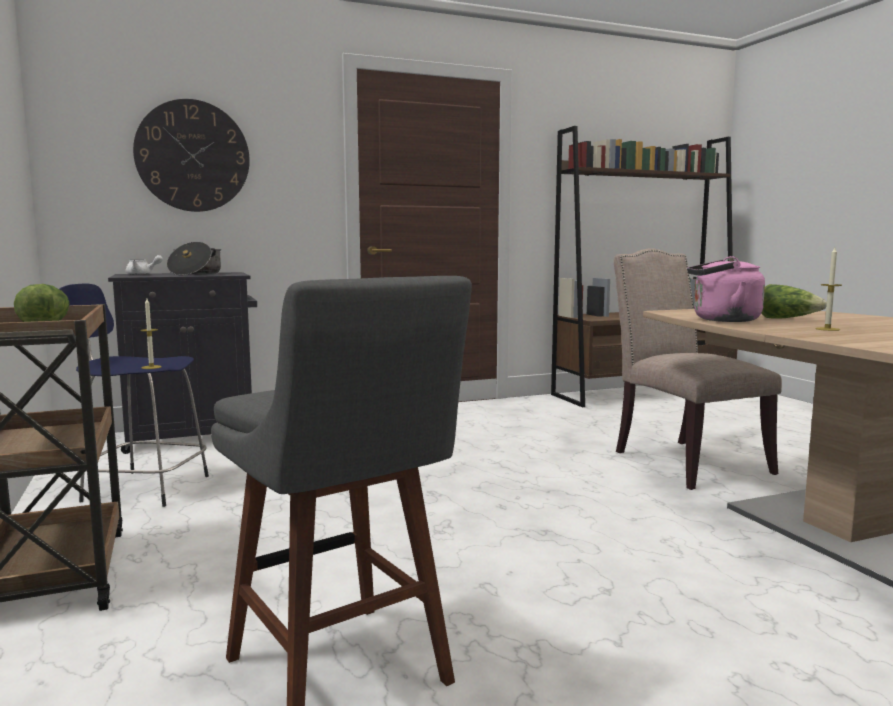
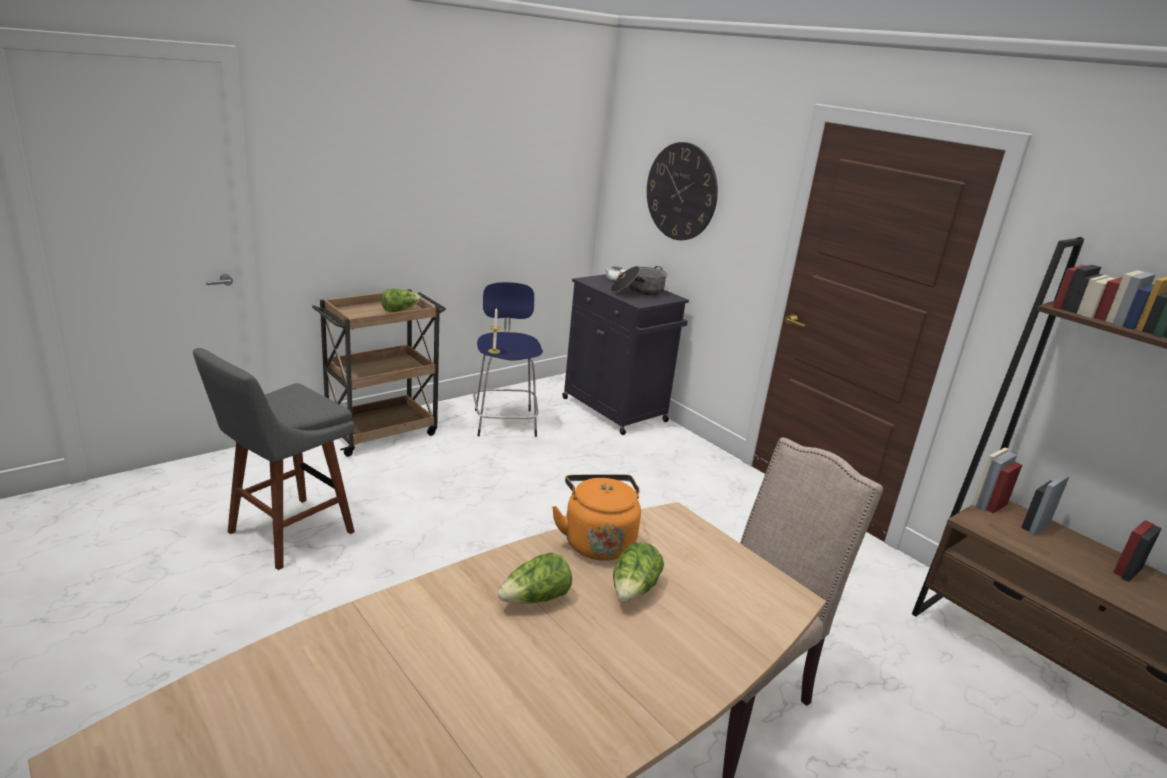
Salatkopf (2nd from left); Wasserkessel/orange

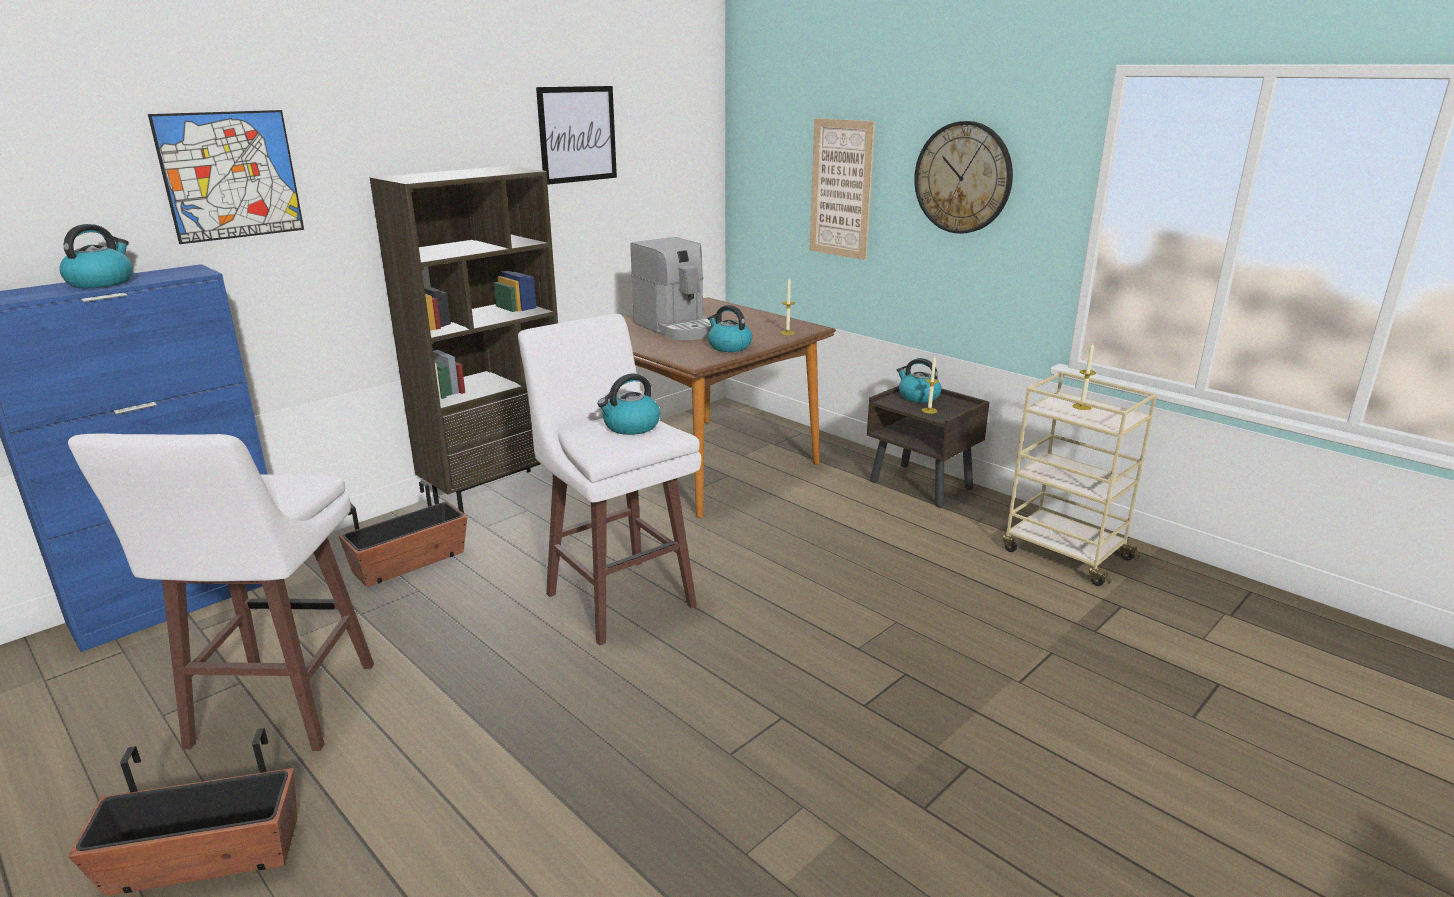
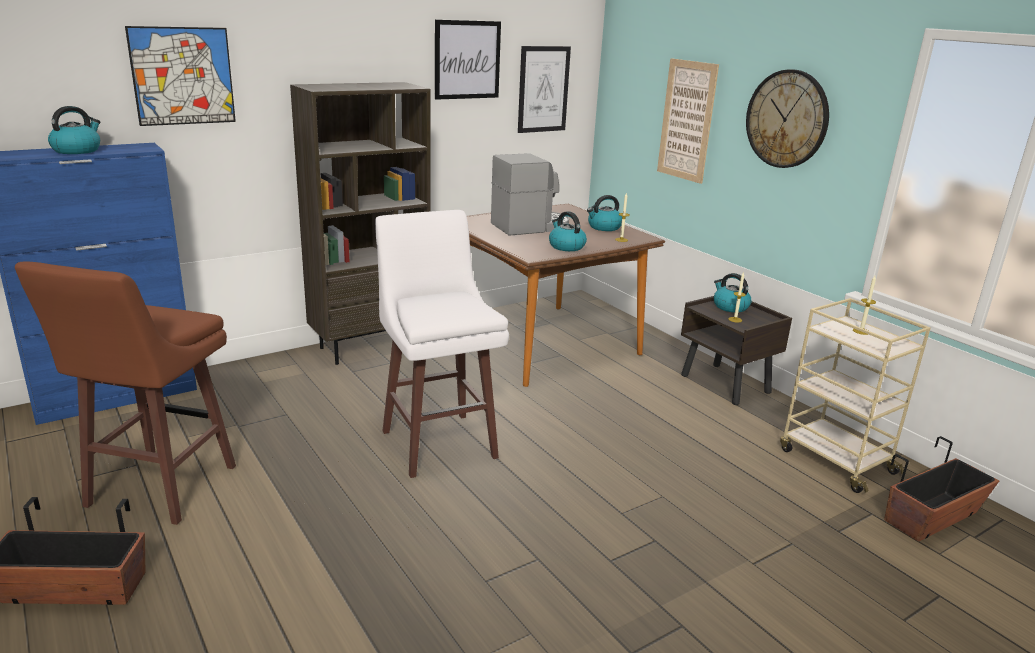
Kaffeemaschine; Wasserkessel (3rd from left); Hocker/braun; Pflanzkübel (2nd from left); Bild (3rd from left)

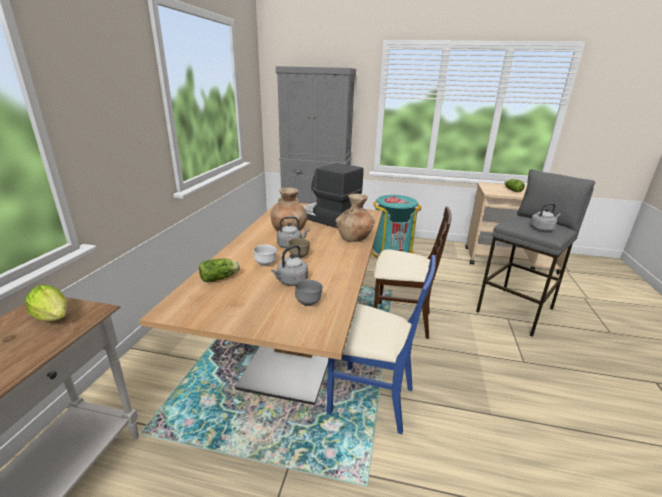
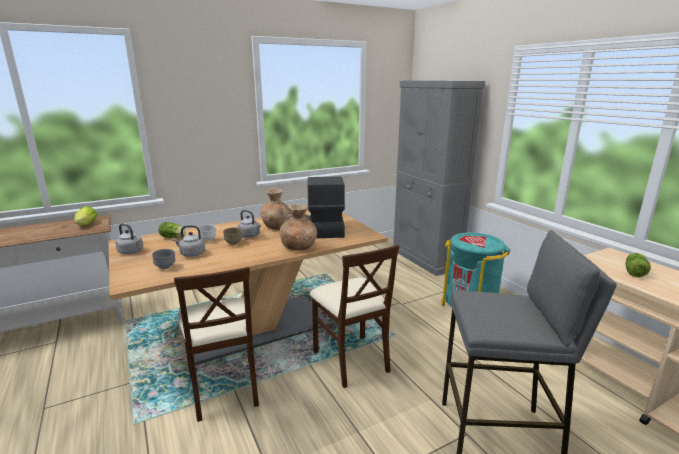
Wasserkessel/grau (1st from left); Stuhl/beige (1st from left)

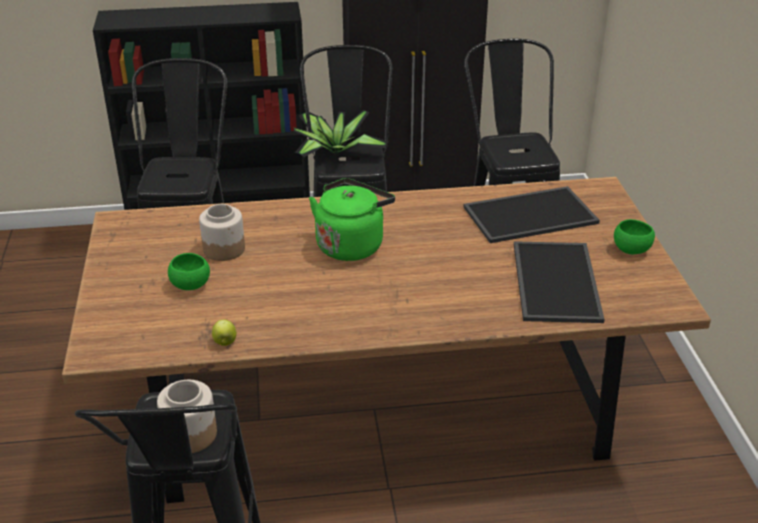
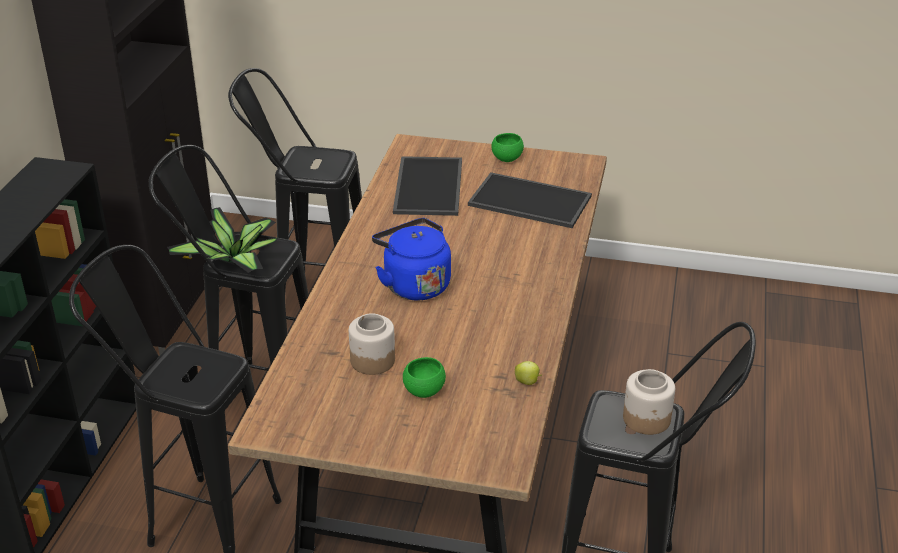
Wasserkessel/blau

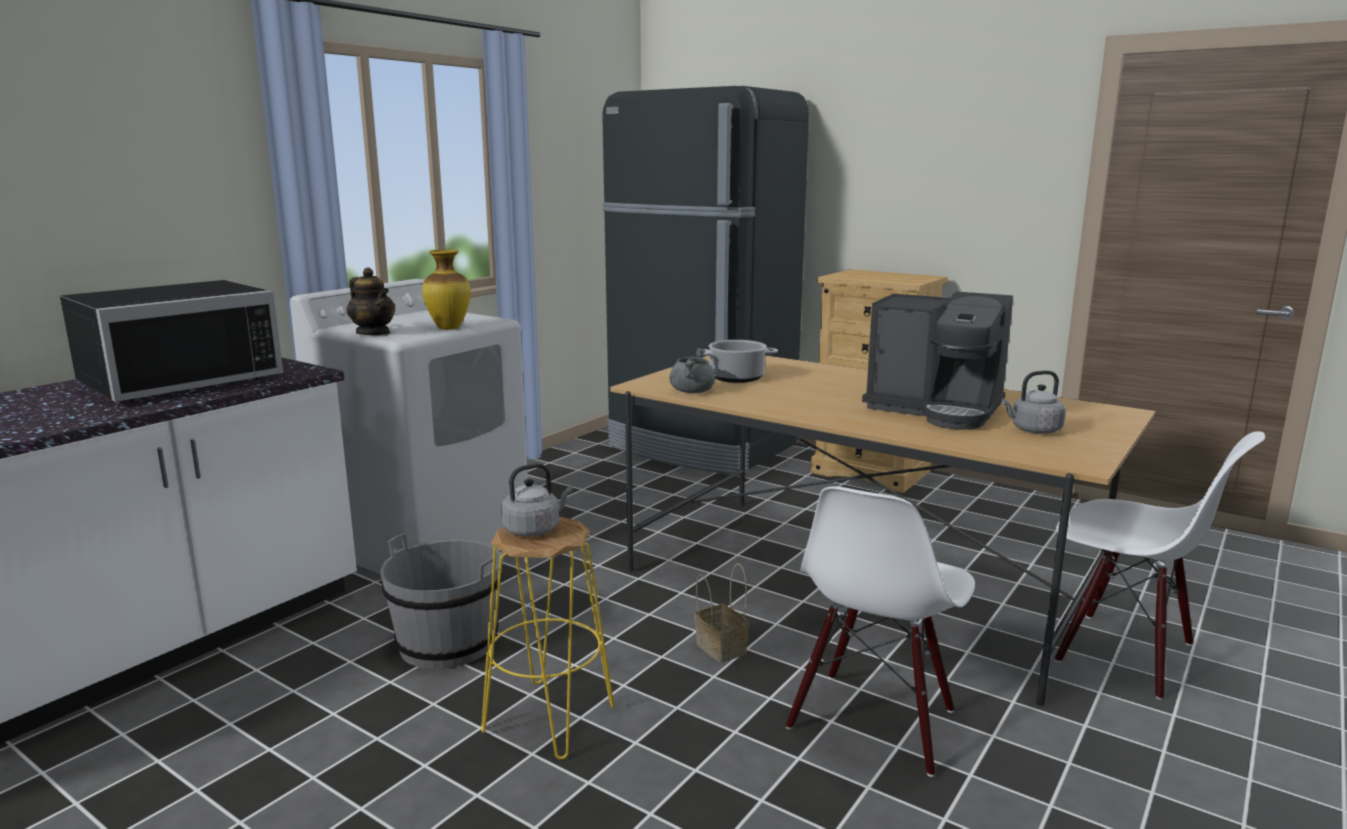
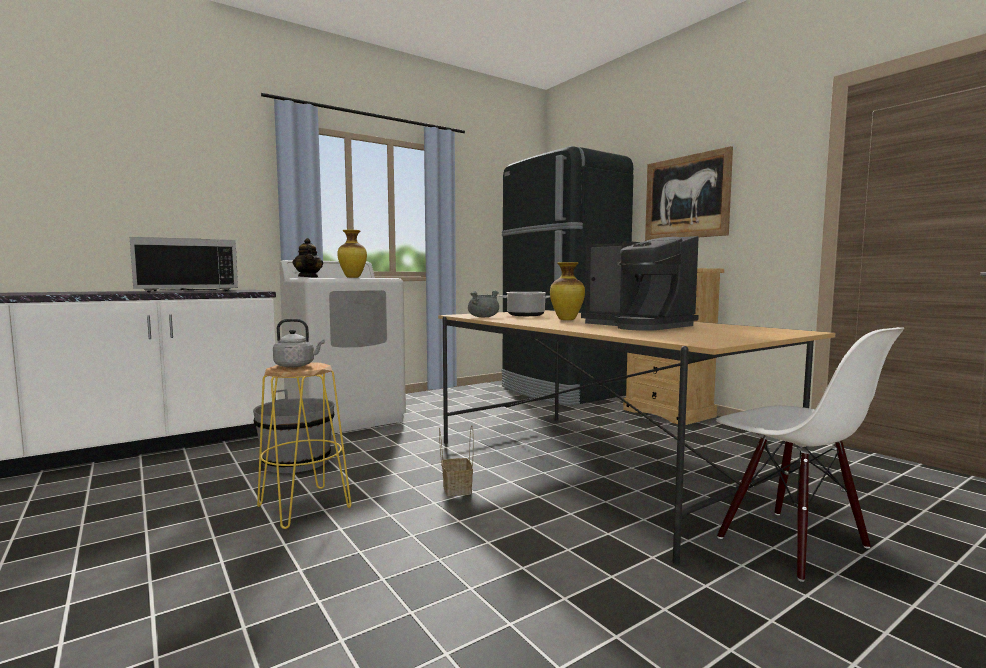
Wasserkessel/grau (2nd from left in the first image); Stuhl/weiß (1st from left in the first image); Bild; Vase (2nd from left)

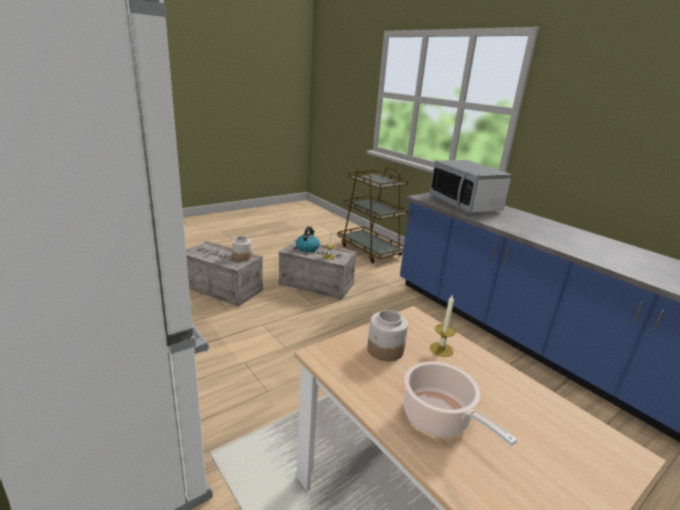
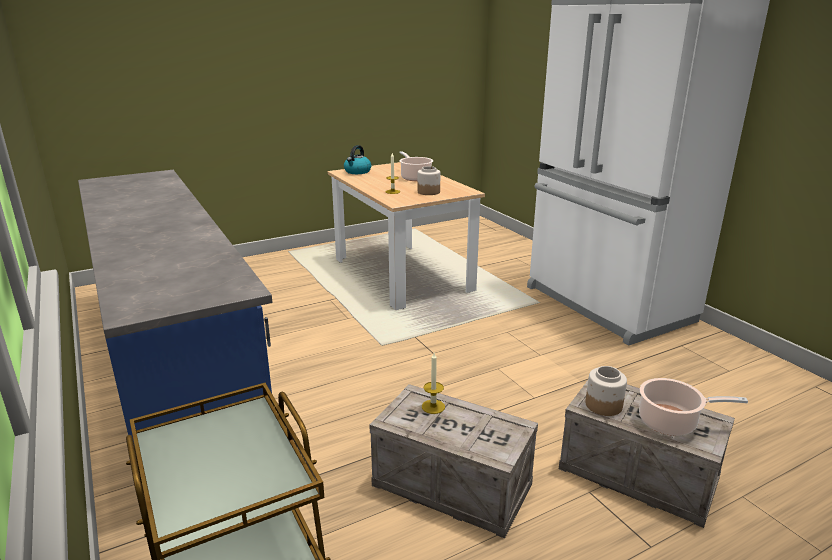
Mikrowelle; Wasserkessel; Kochtopf (2nd from left)

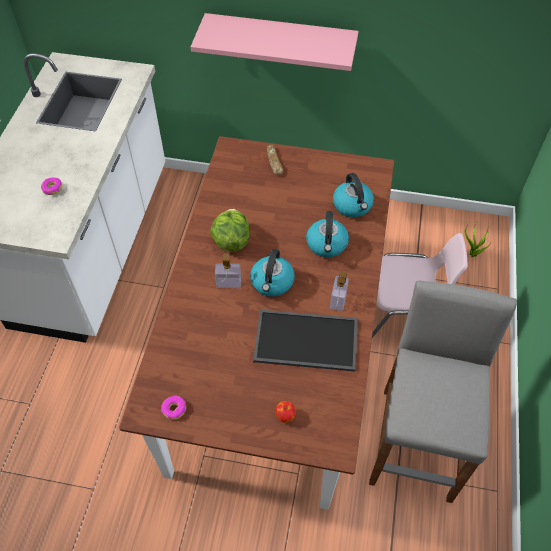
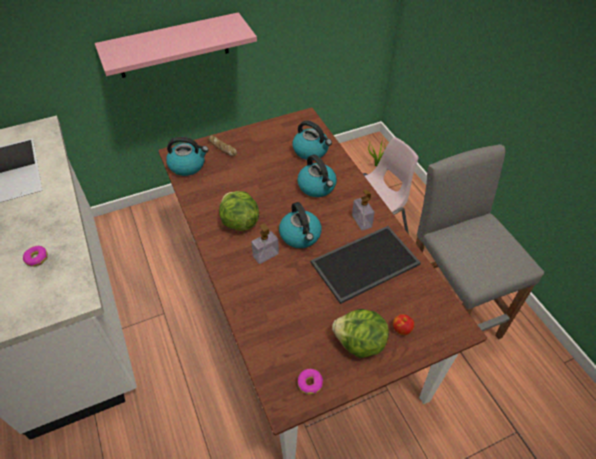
Wasserkessel (1st from left); Salatkopf (2nd from left)

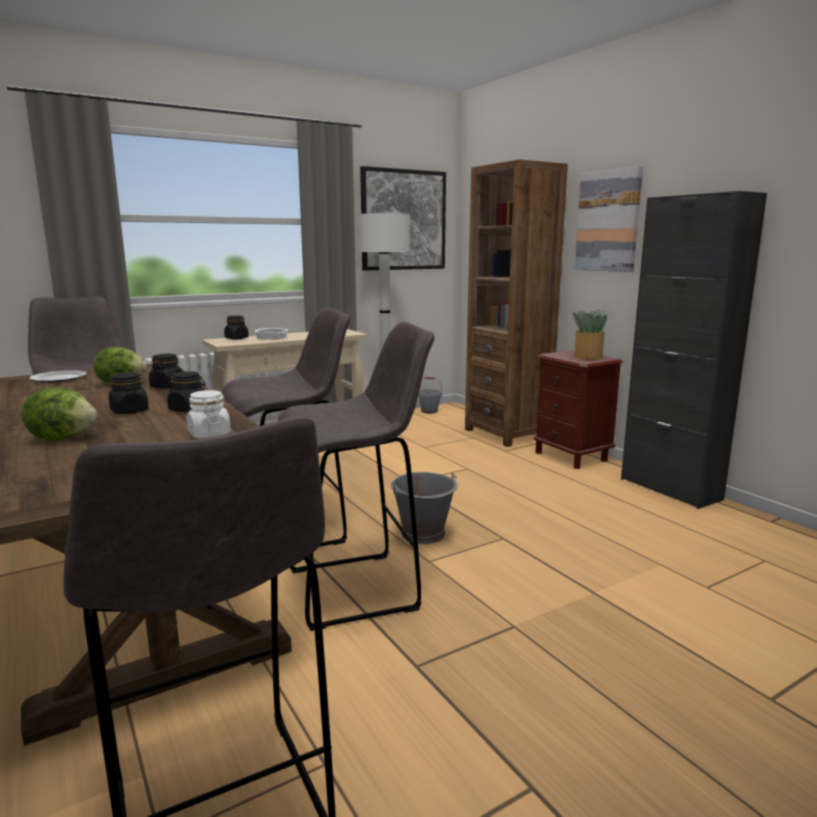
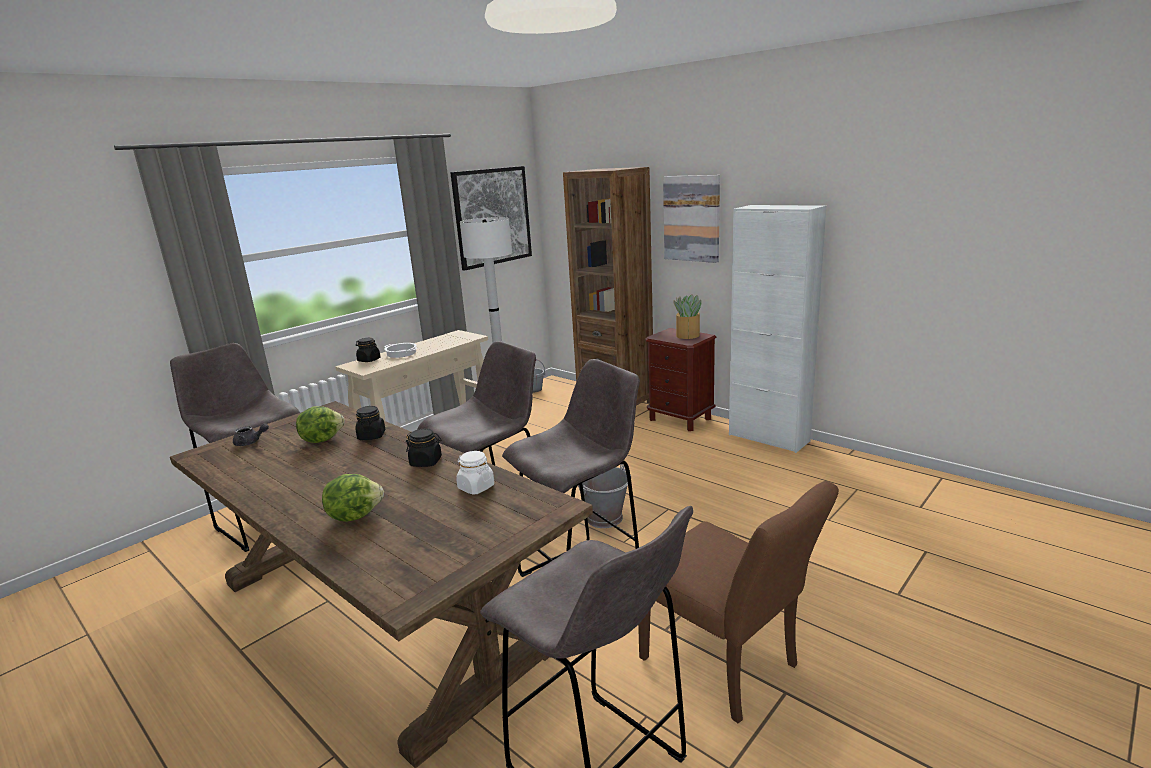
Schrank/weiß; Teekanne/grau; Vorratsglas/schwarz (1st from left in the first image); Stuhl/braun

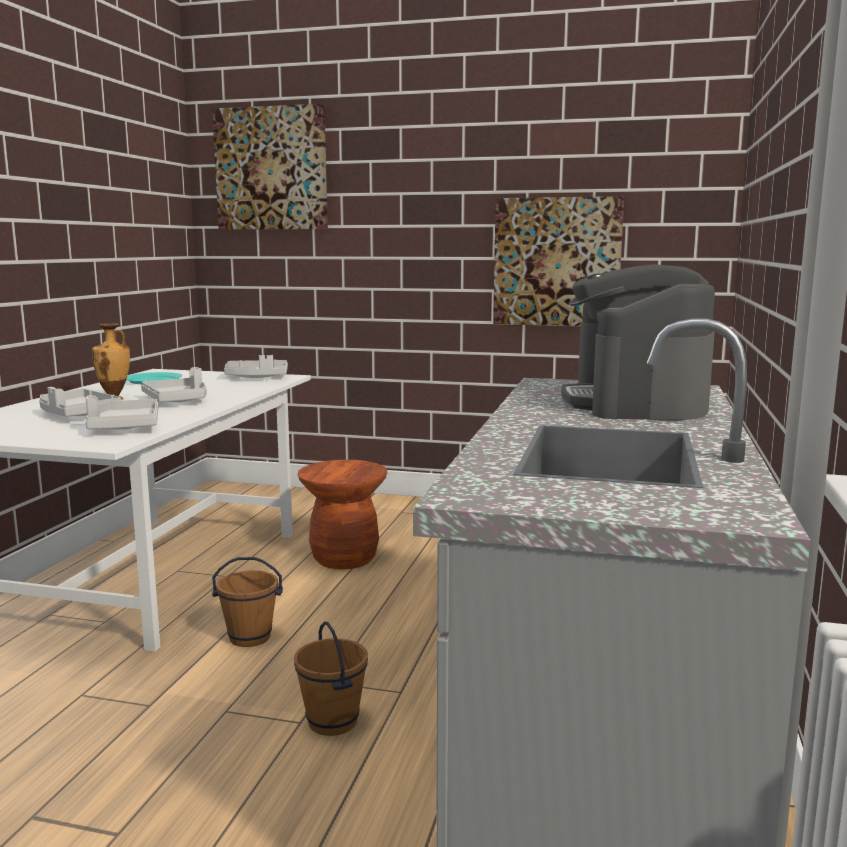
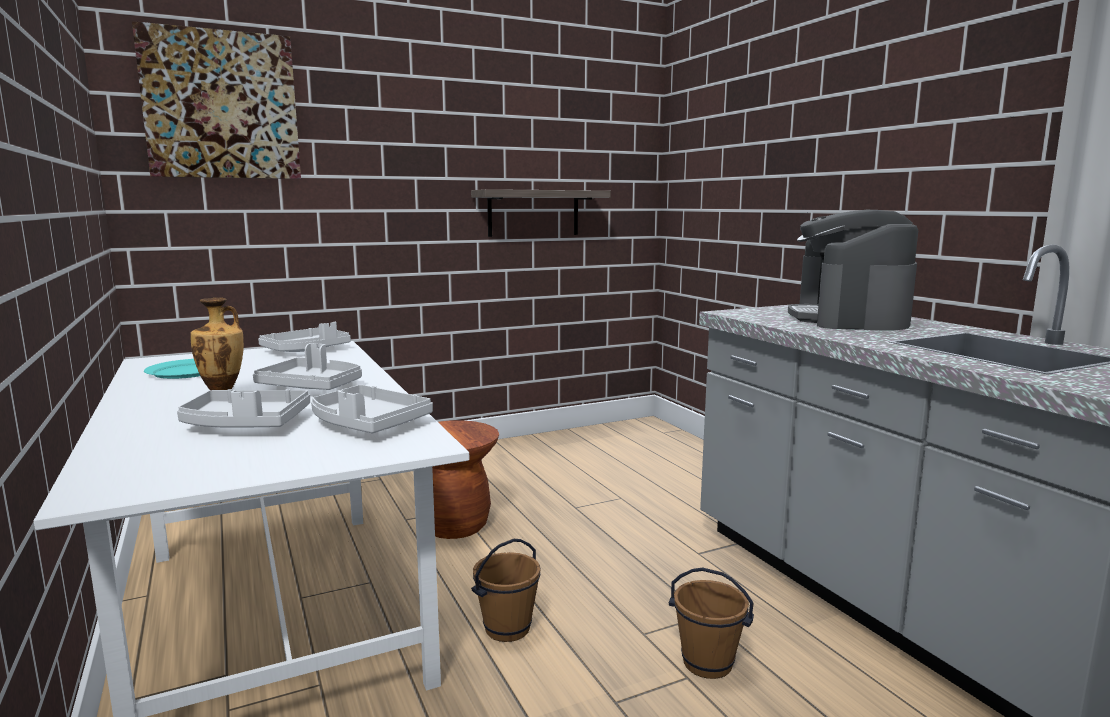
Wandregal; Kaffeemaschine

